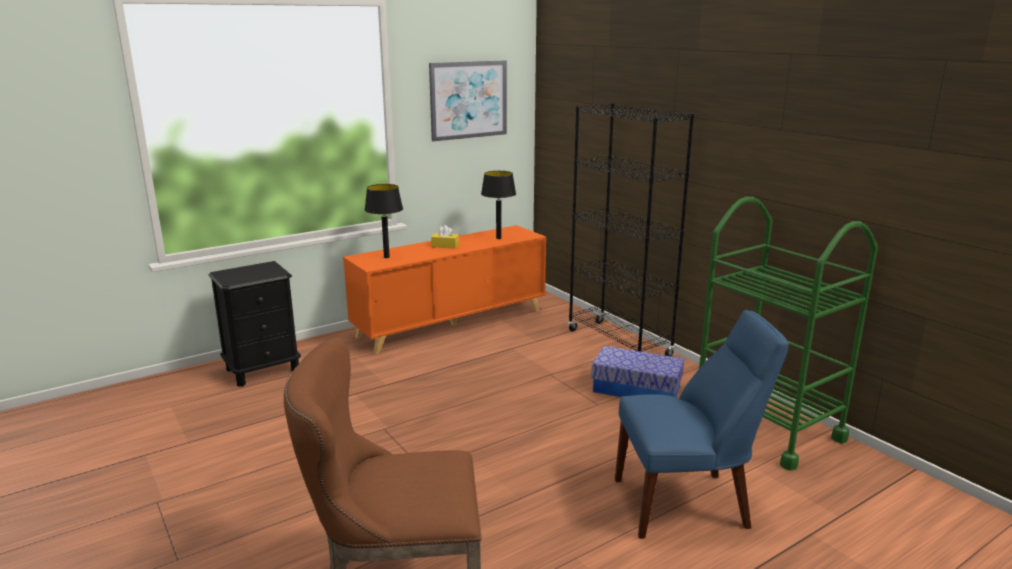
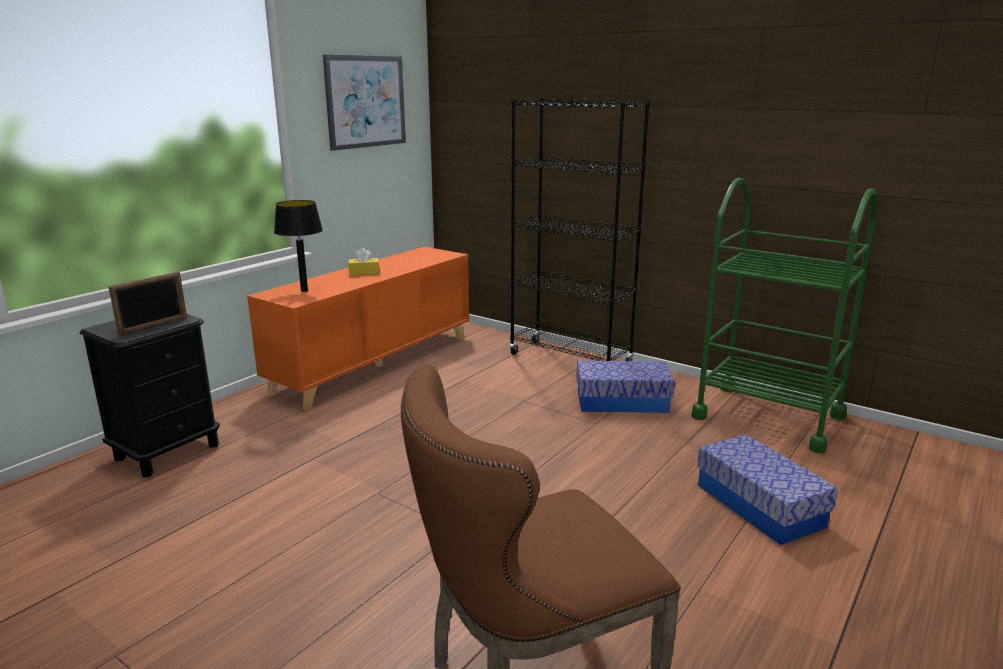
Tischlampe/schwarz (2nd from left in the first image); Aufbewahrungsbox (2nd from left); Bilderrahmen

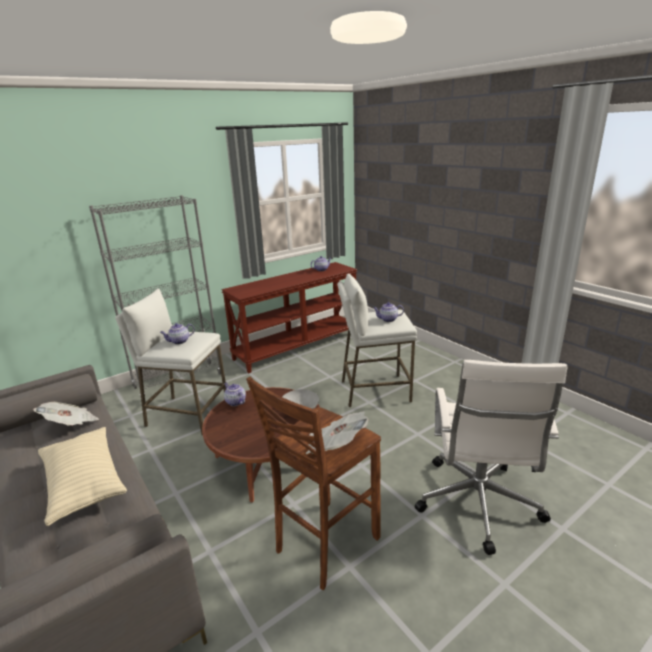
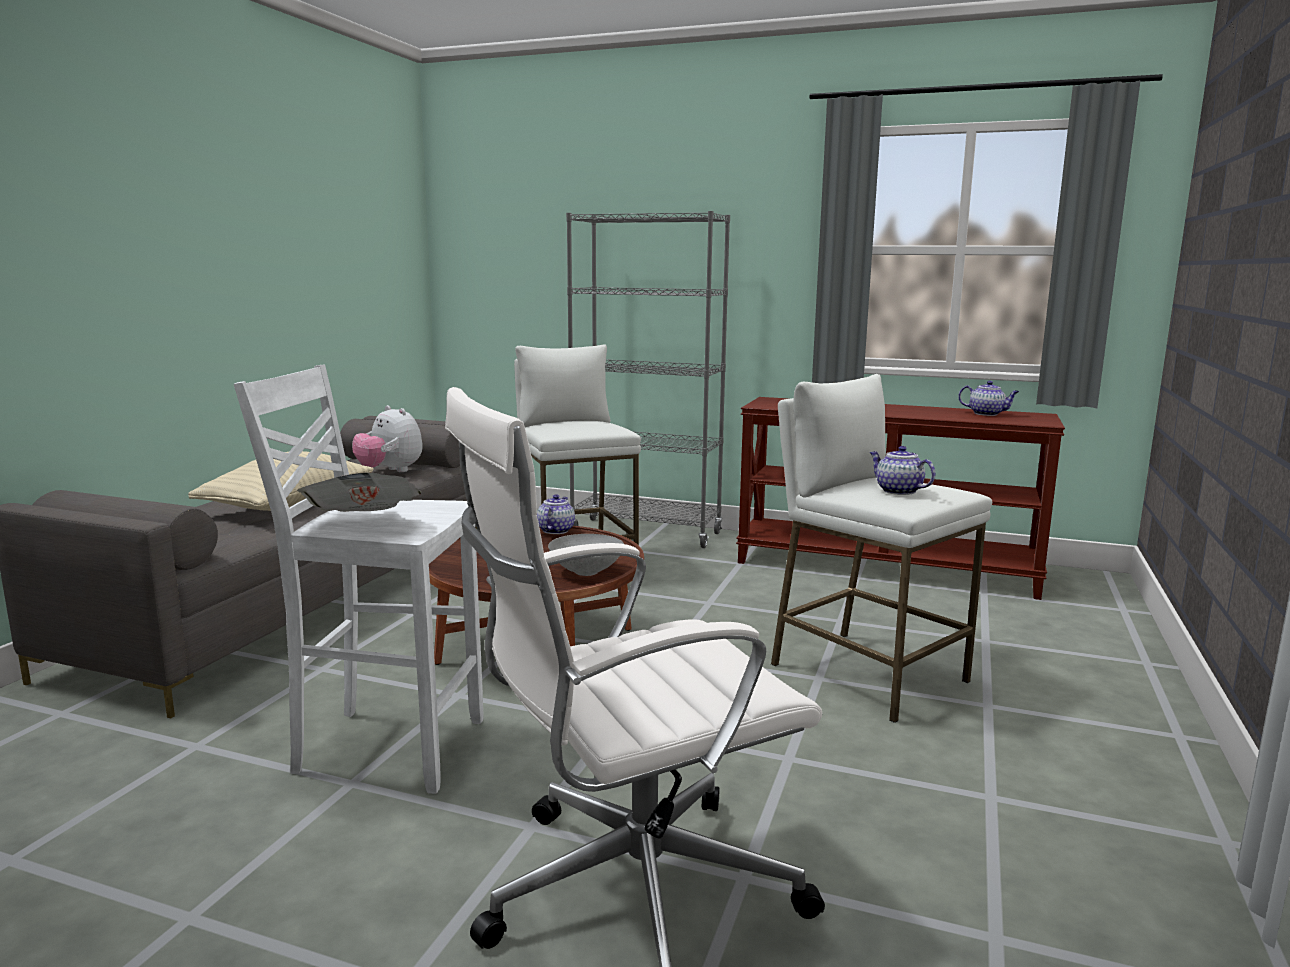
Teekanne (1st from left in the first image); Hocker/weiß (1st from left); Plüschtier

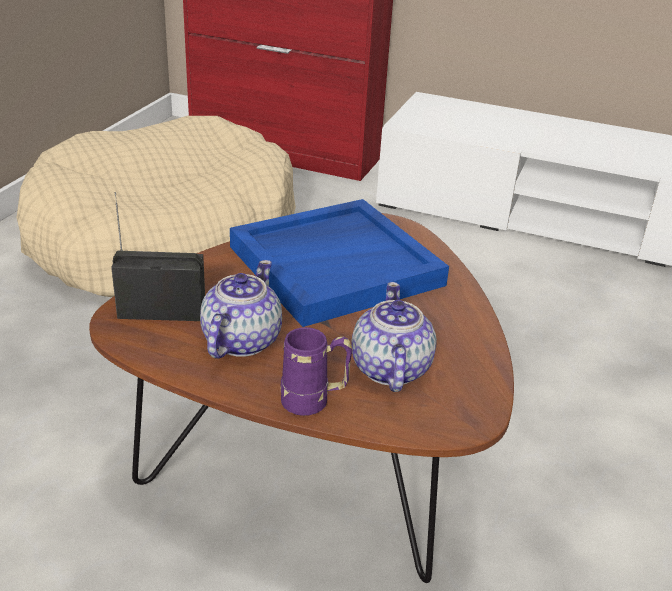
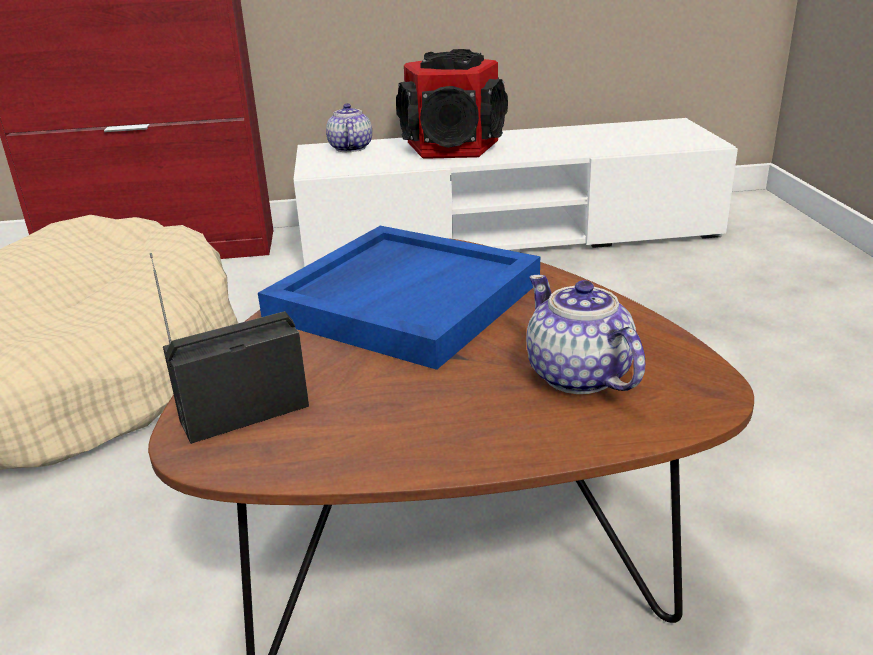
Teekanne (1st from left); Henkelbecher/lila; Lautsprecher

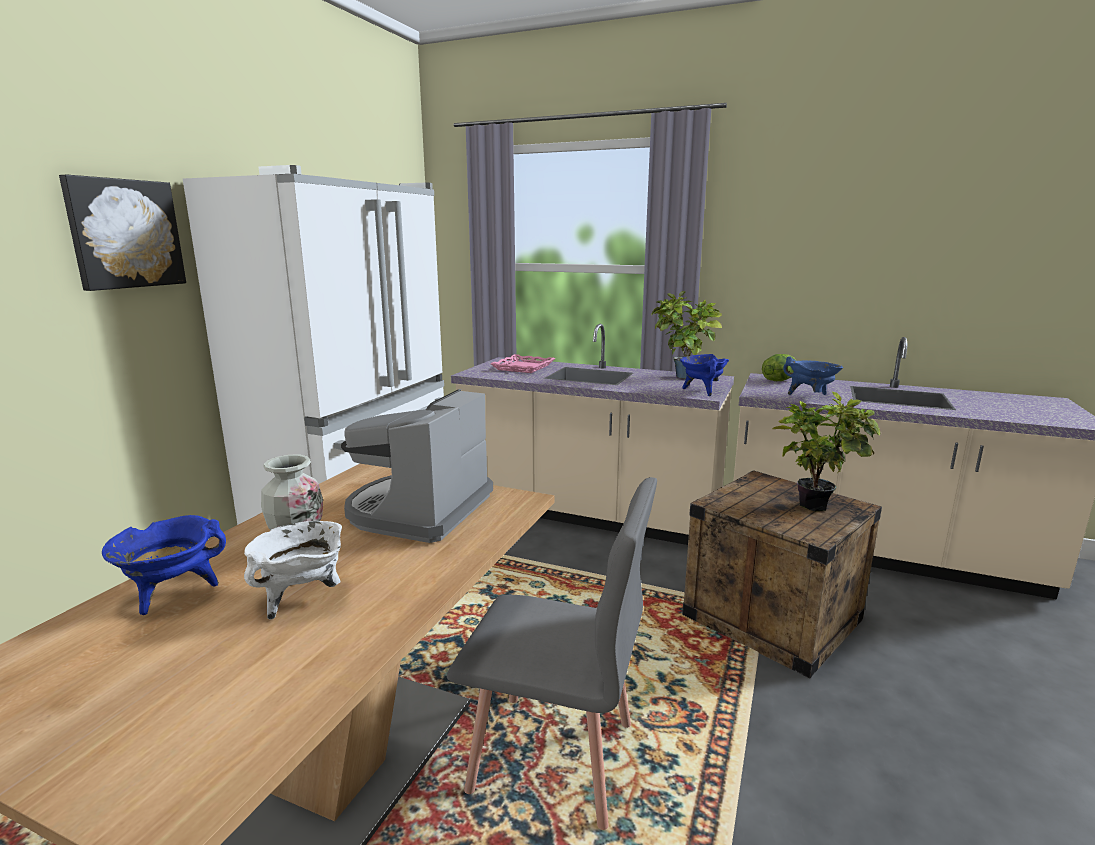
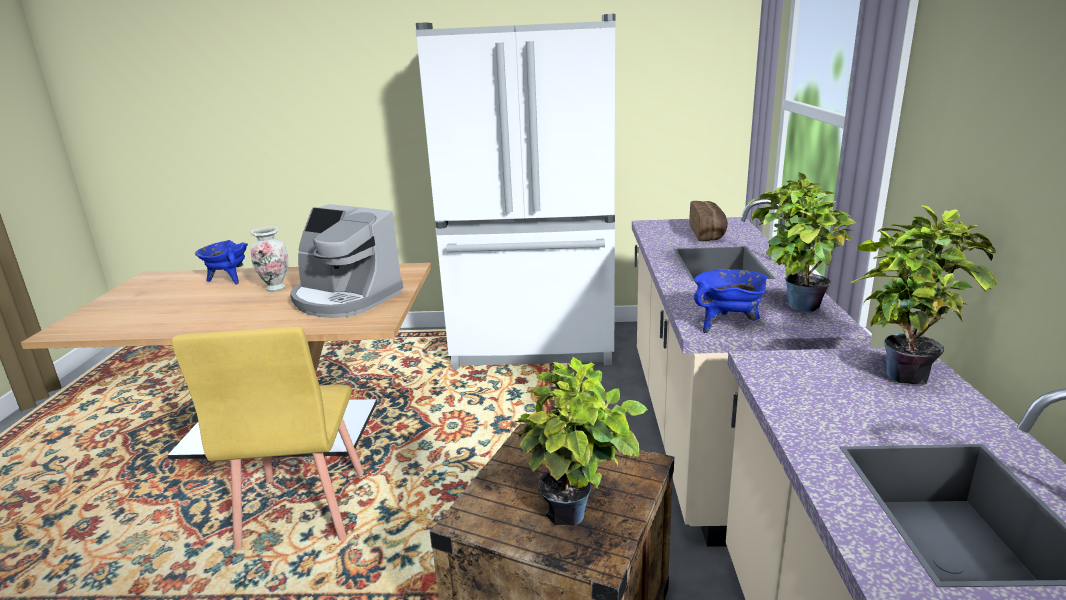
Bild; Brot; Topfpflanze (3rd from left); Kochtopf/blau (3rd from left in the first image); Kaffeemaschine; Stuhl/gelb; Kochtopf/weiß

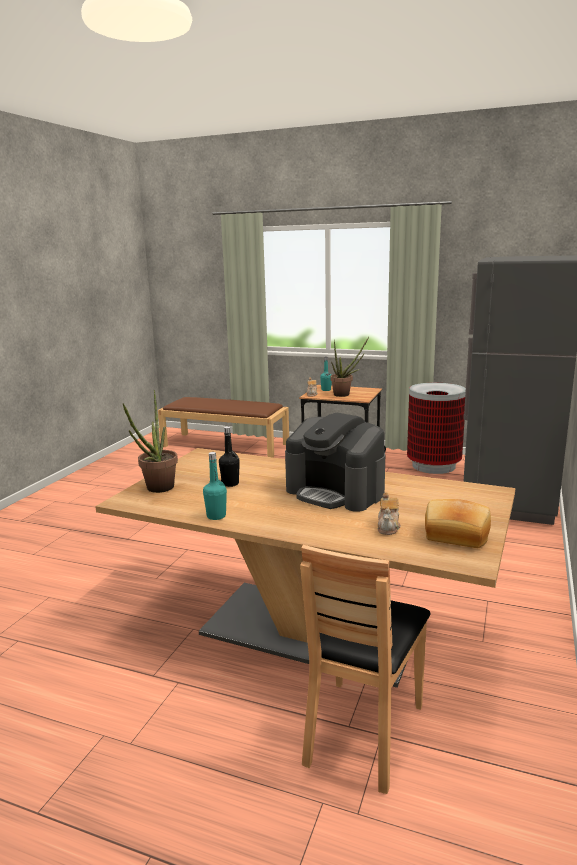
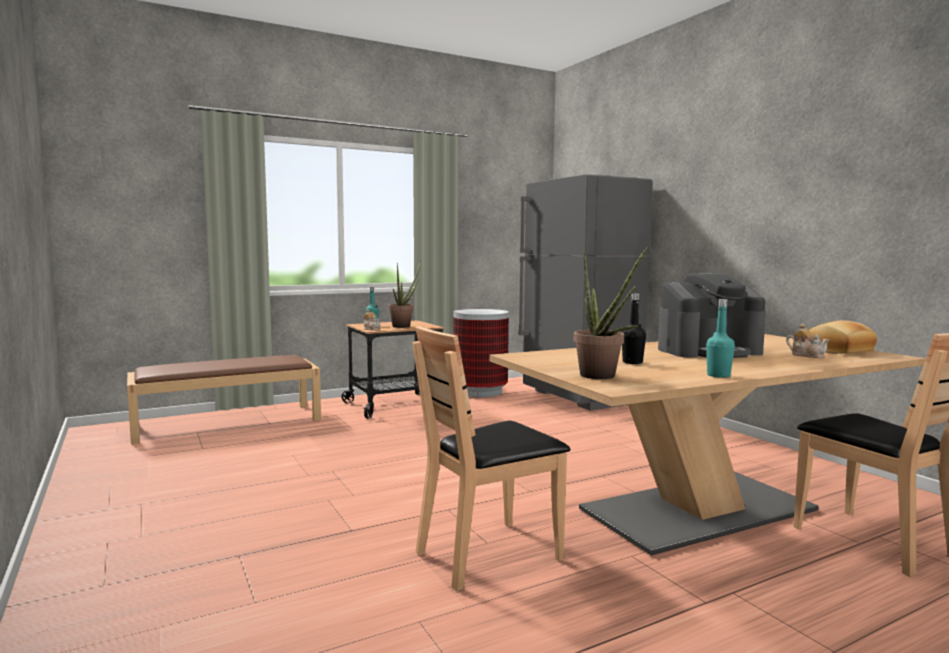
Stuhl/braun (1st from left)

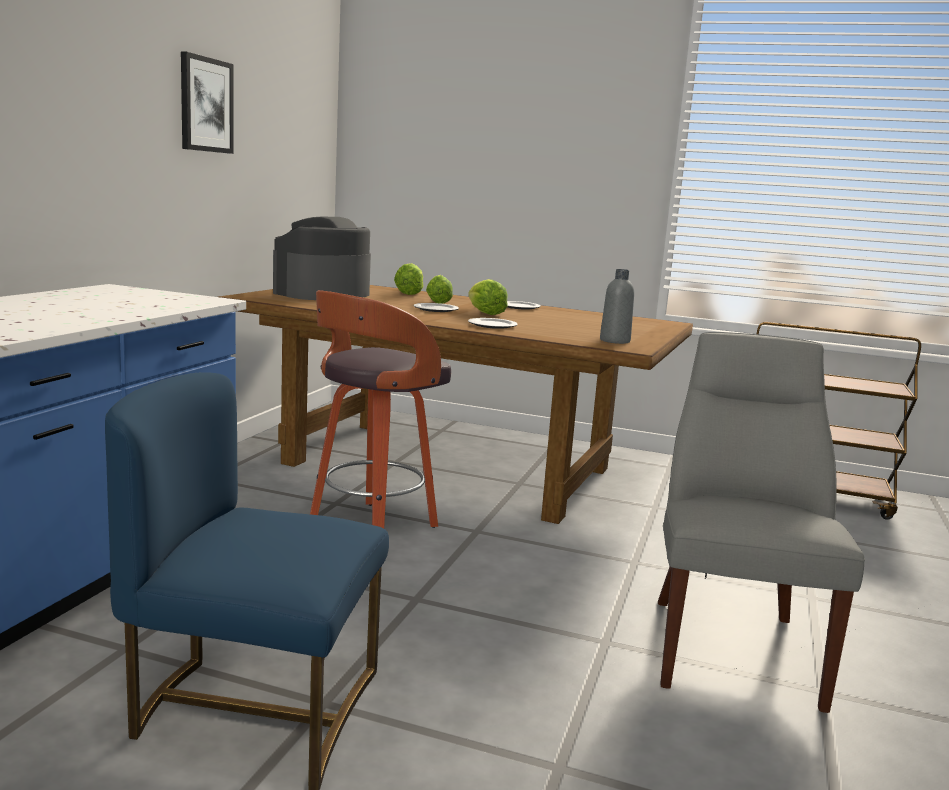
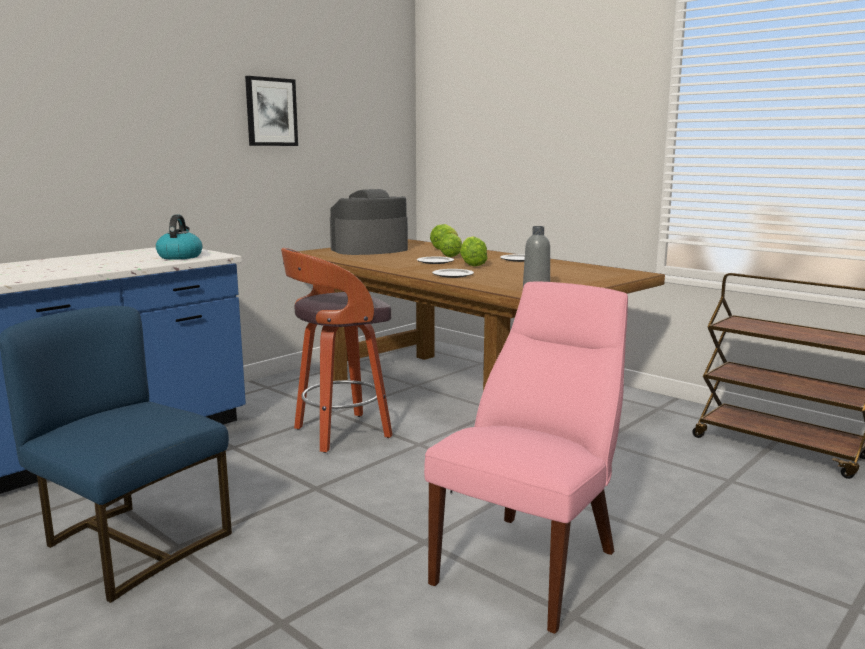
Stuhl/rosa; Wasserkessel

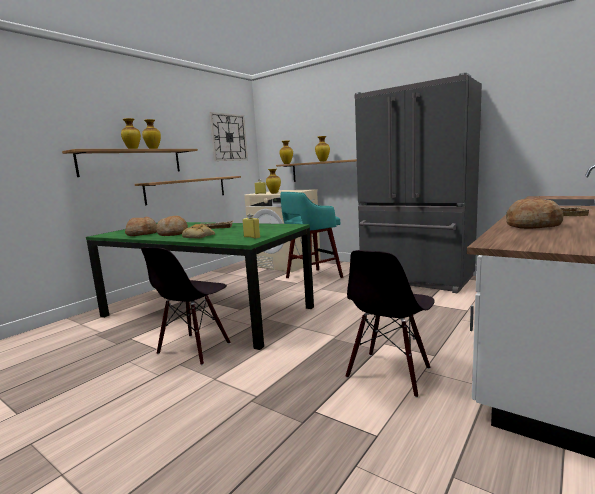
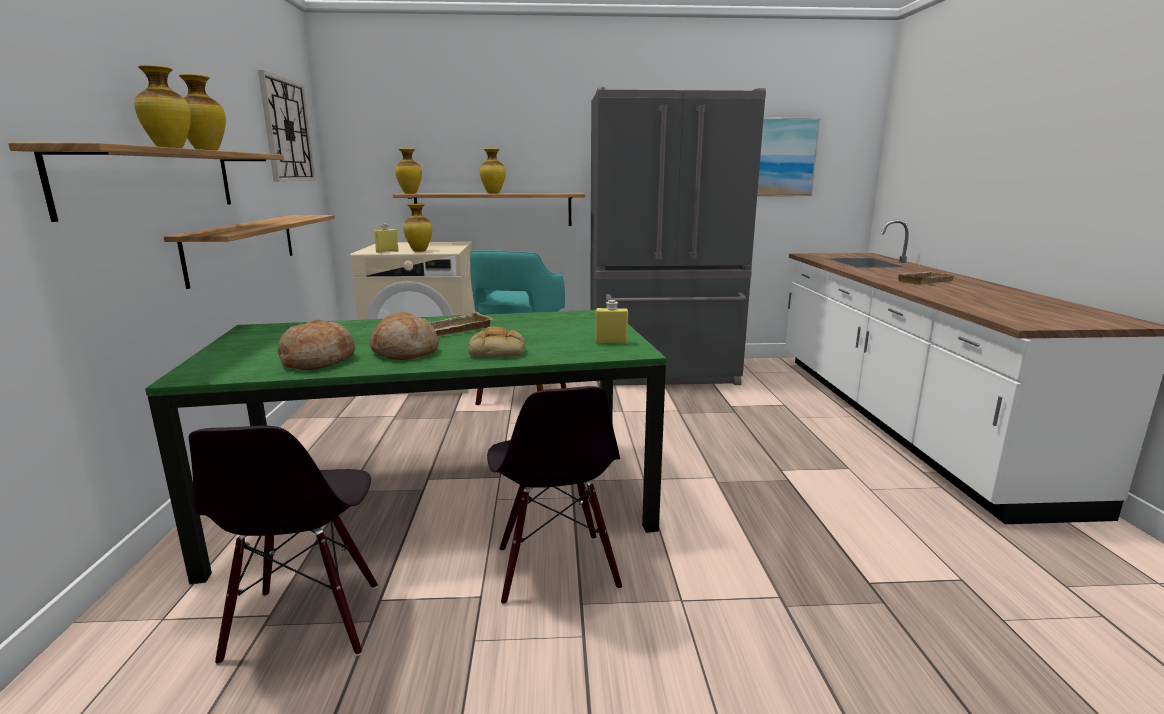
Brot (4th from left in the first image); Stuhl/schwarz (1st from left); Bild

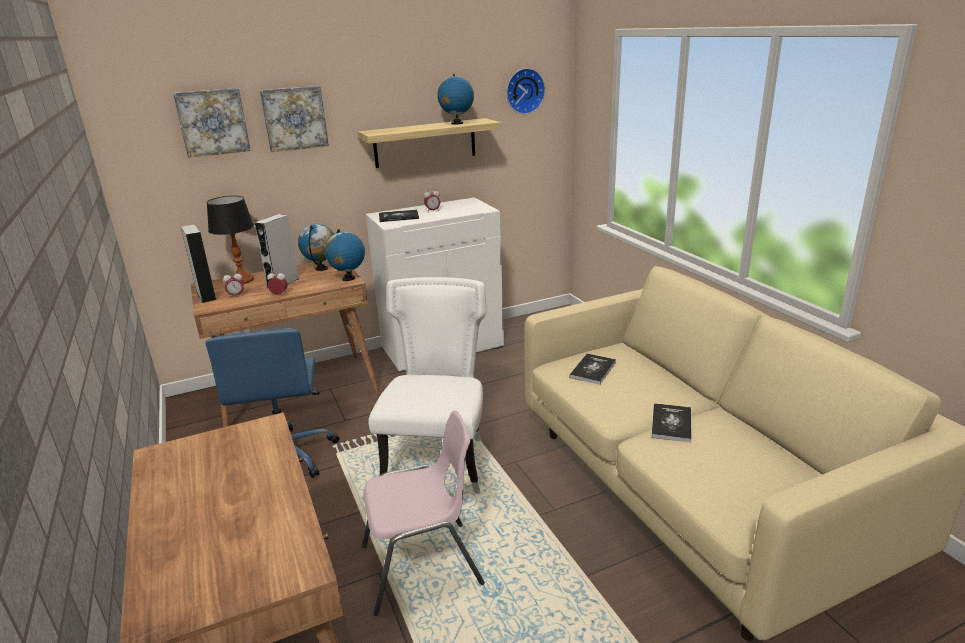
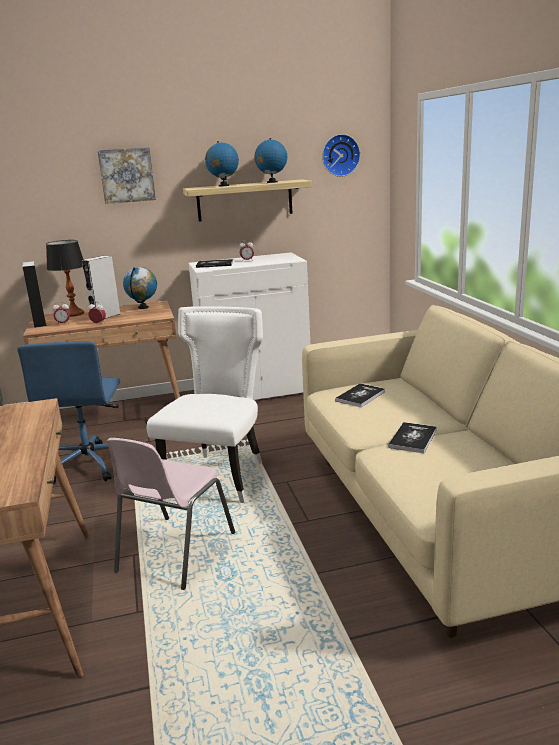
Bild (1st from left in the first image); Globus (2nd from left); Stuhl/rosa

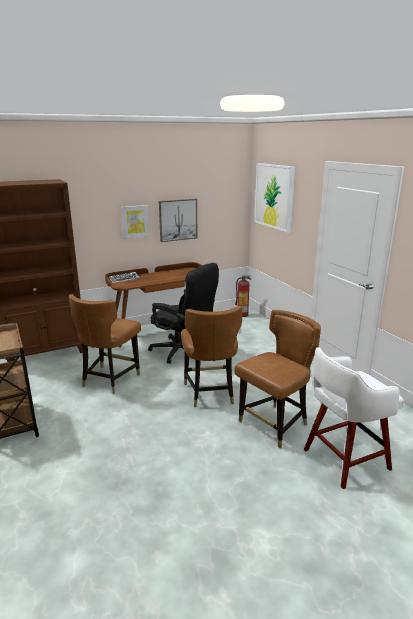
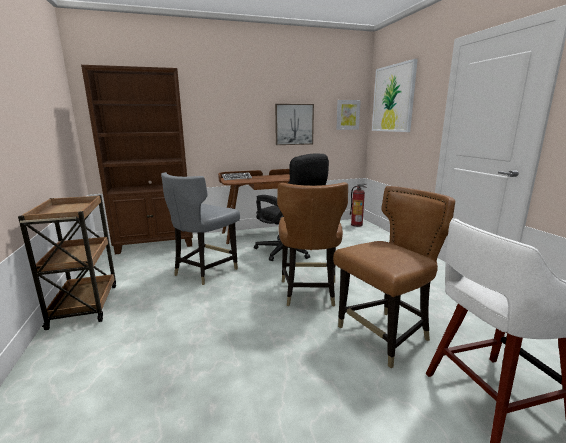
Bild (2nd from left); Stuhl/grau

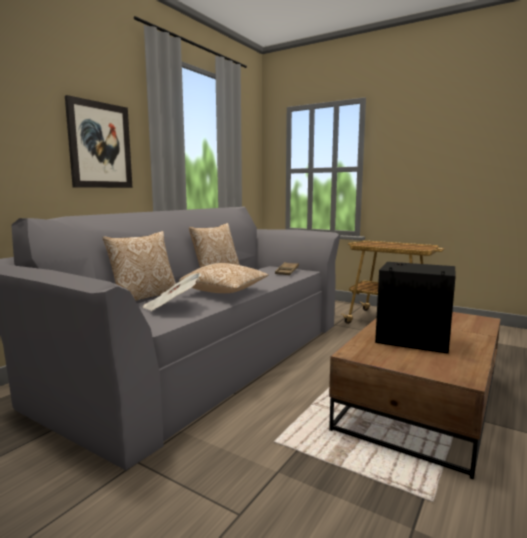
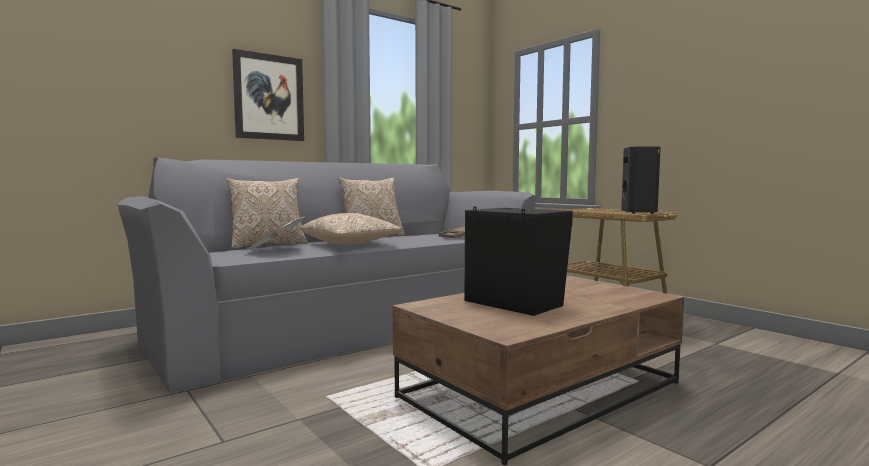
Lautsprecher/schwarz (2nd from left)

